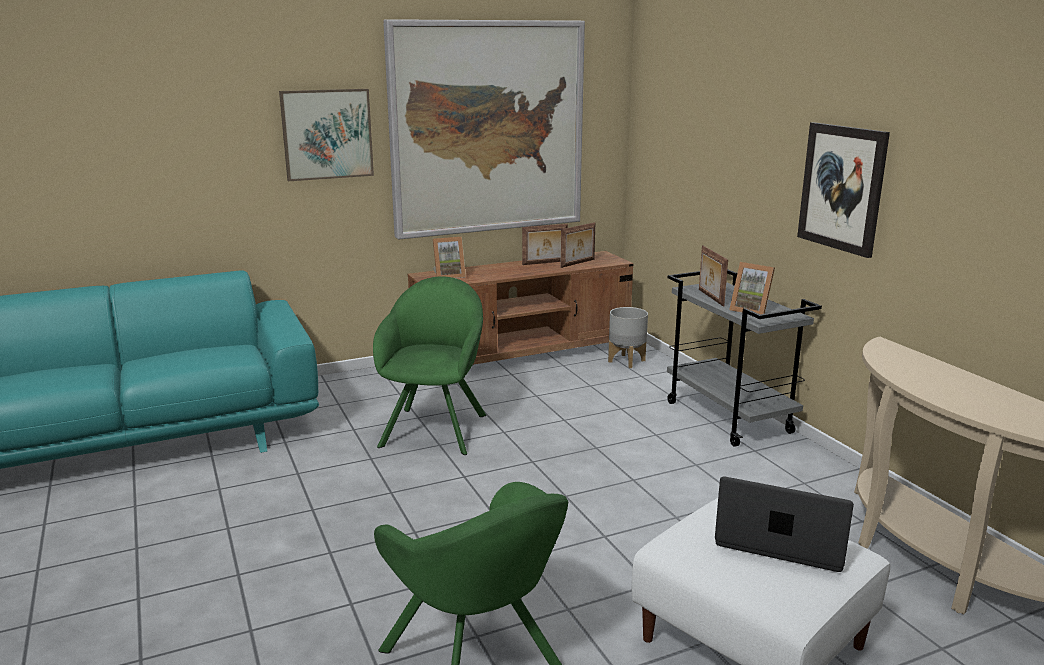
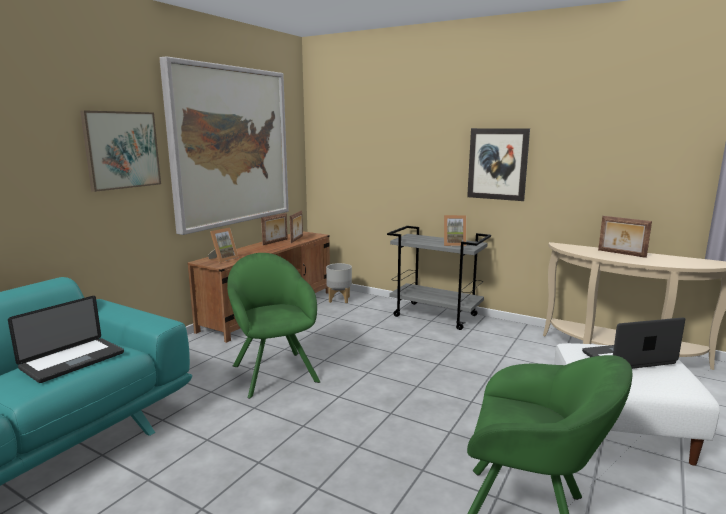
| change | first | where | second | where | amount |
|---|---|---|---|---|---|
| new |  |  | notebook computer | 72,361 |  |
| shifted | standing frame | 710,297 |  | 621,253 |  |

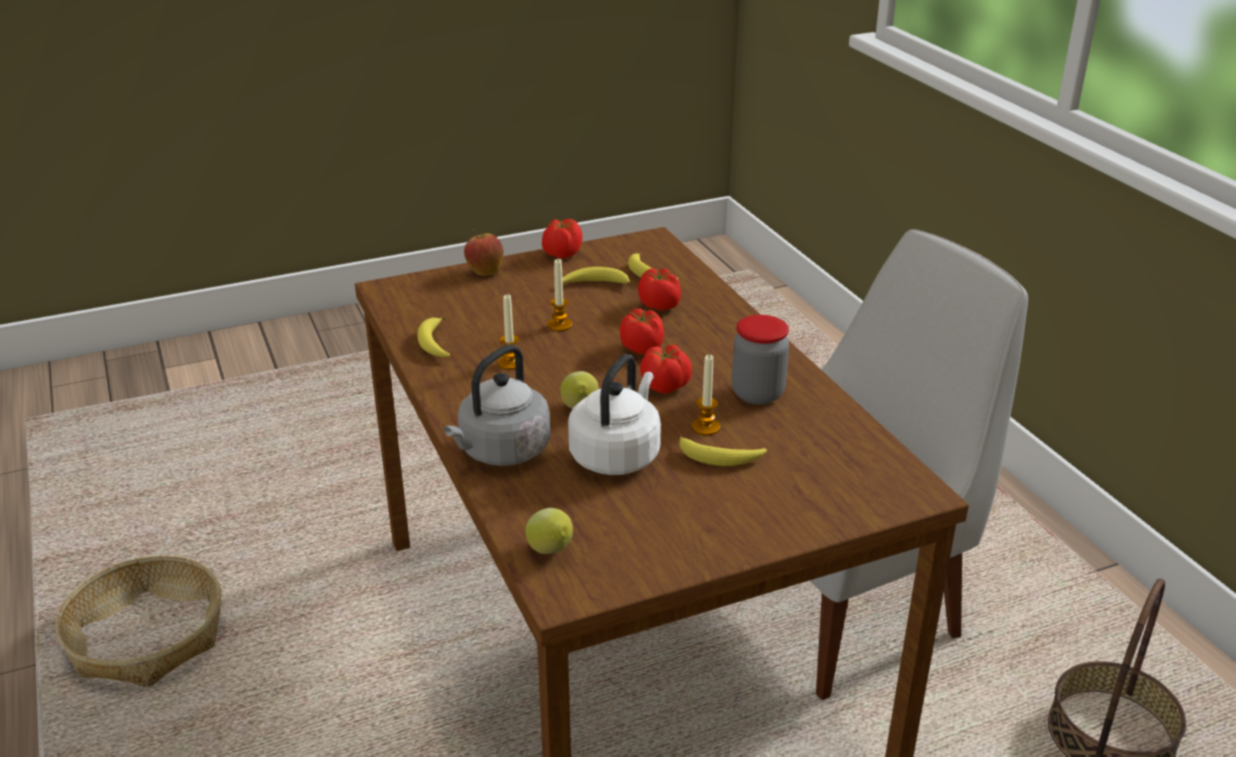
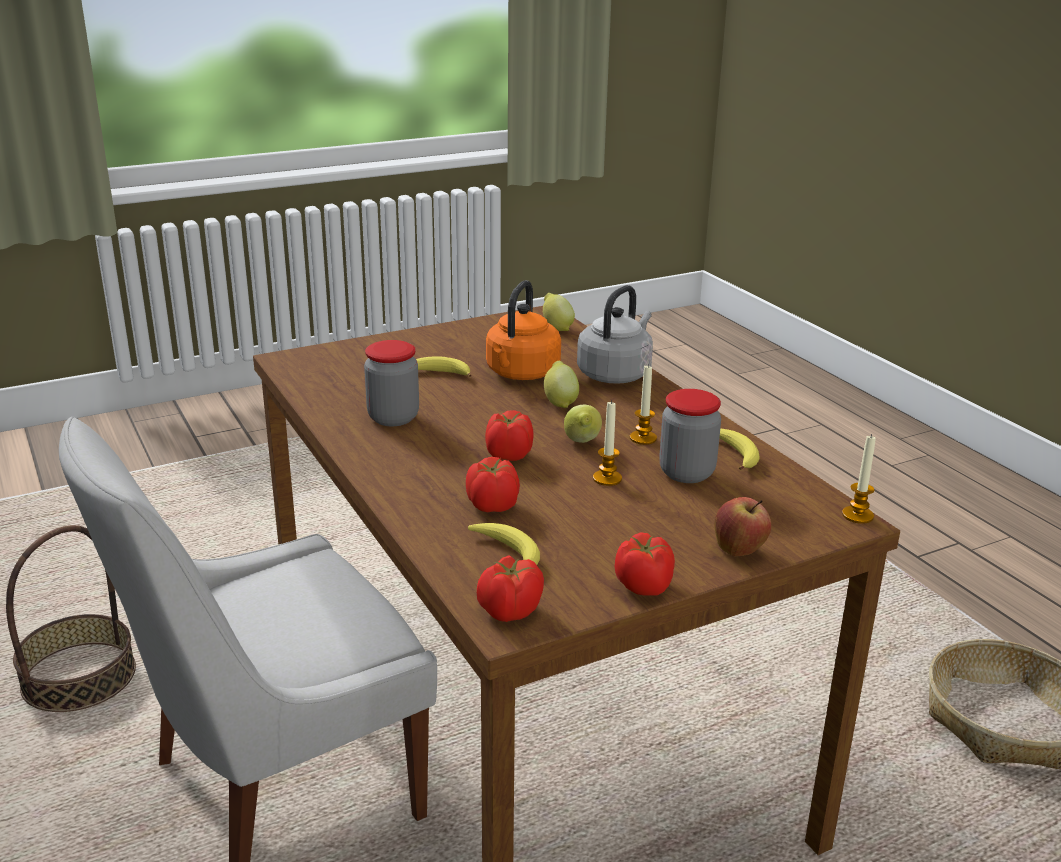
| change | first | where | second | where | amount |
|---|---|---|---|---|---|
| shifted | tomato | 666,386 |  | 509,611 |  |
| repainted | water kettle in white | 617,455 | water kettle in orange-coloured | 521,374 |  |
| new |  |  | lemon | 582,443 |  |
| new |  |  | preserve jar | 686,473 |  |
| shifted | candle | 705,427 |  | 857,515 |  |
| gone | banana | 595,284 |  |  |  |

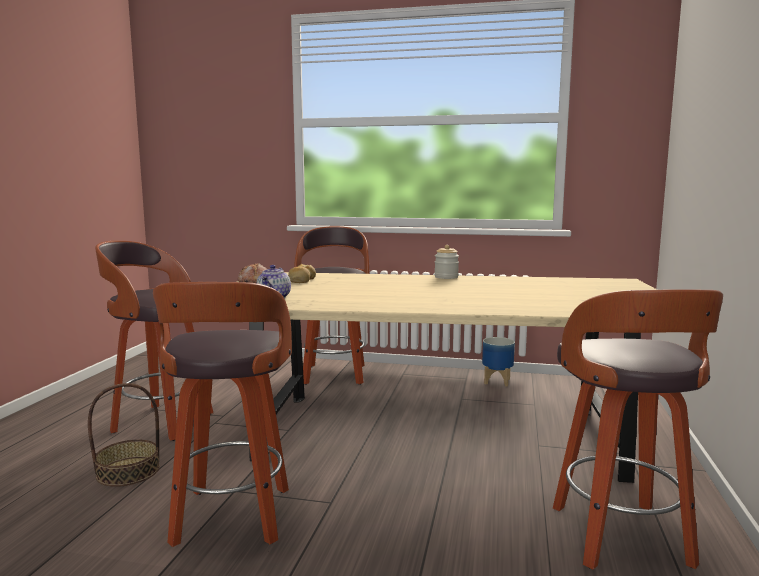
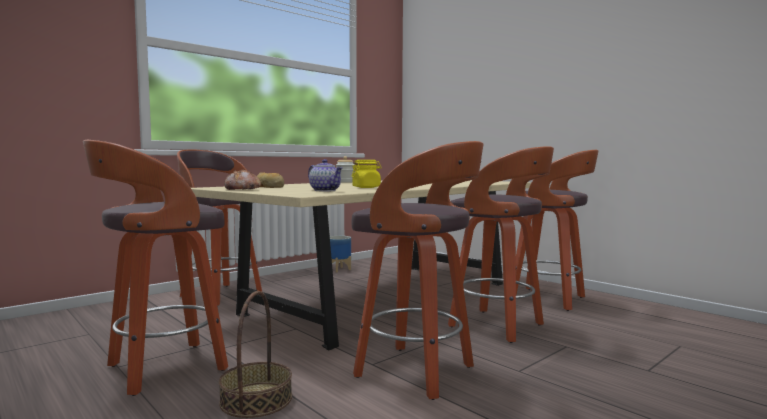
| change | first | where | second | where | amount |
|---|---|---|---|---|---|
| new |  |  | preserve jar in yellow | 366,187 |  |
| new |  |  | sitting stool | 498,326 |  |

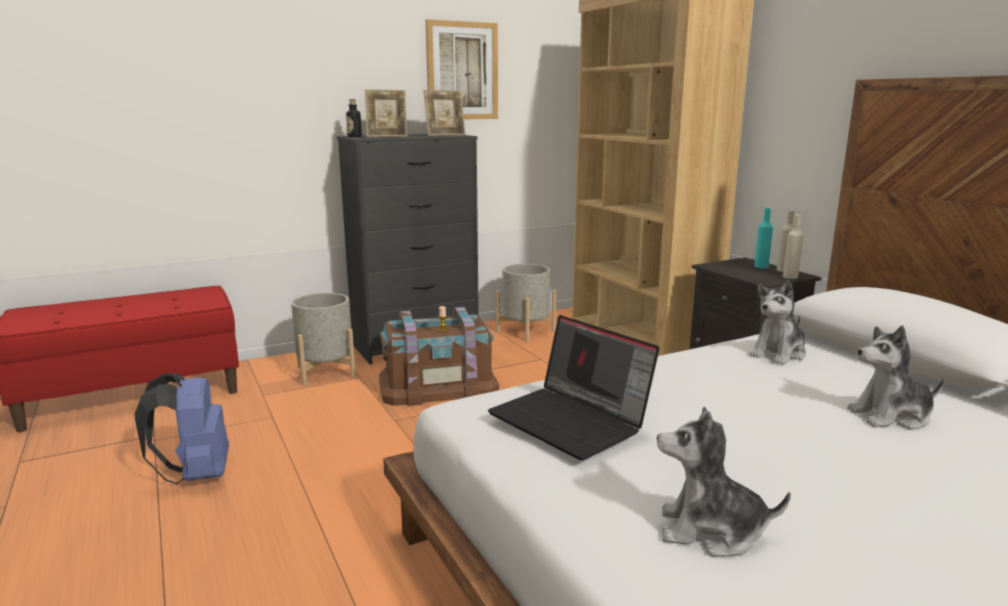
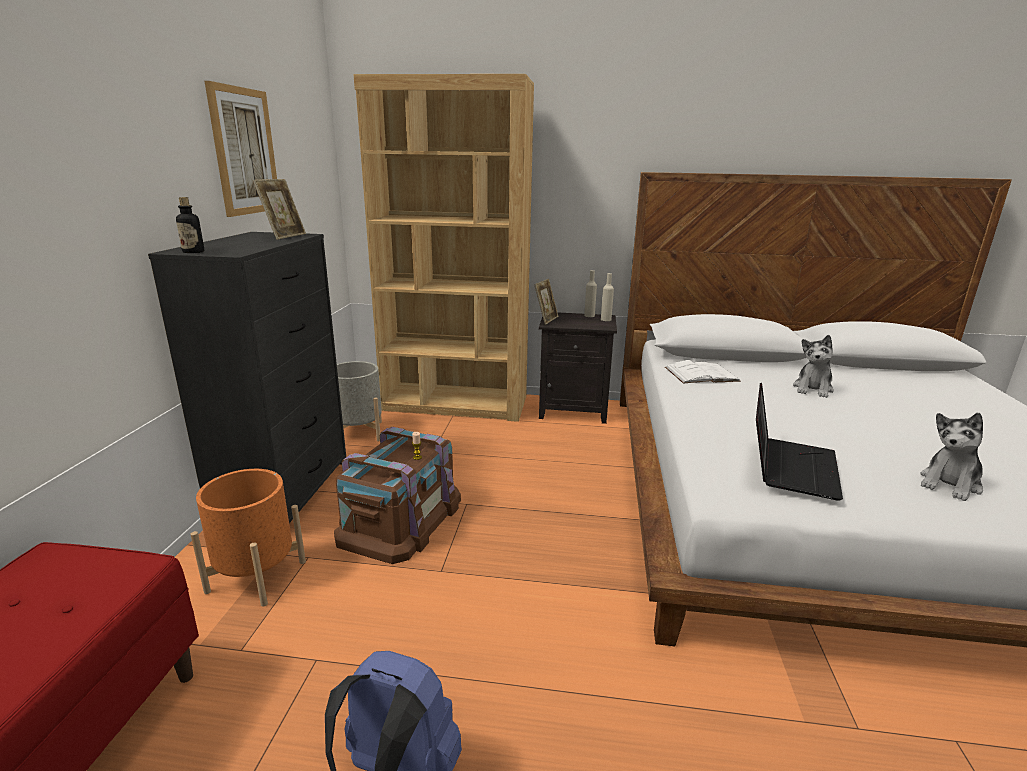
| change | first | where | second | where | amount |
|---|---|---|---|---|---|
| repainted | planter in greyish | 326,372 | planter in orange-coloured | 256,576 |  |
| shifted | standing frame | 387,136 |  | 546,320 |  |
| swapped | soft toy | 778,354 | bound book in white | 701,374 |  |
| rotated | notebook computer | 572,421 |  | 789,466 | 60 degrees counterclockwise |
| gone | drink bottle in turquoise-coloured | 761,266 |  |  |  |

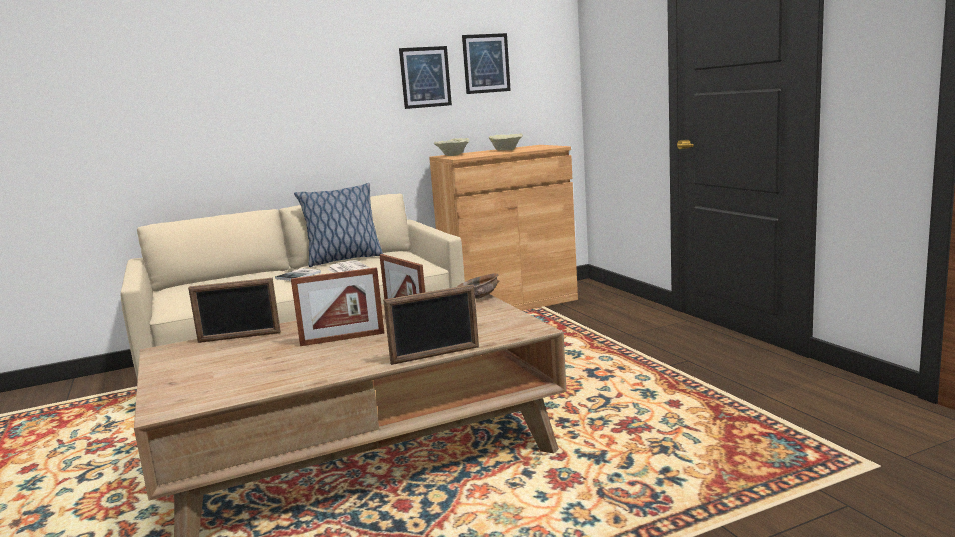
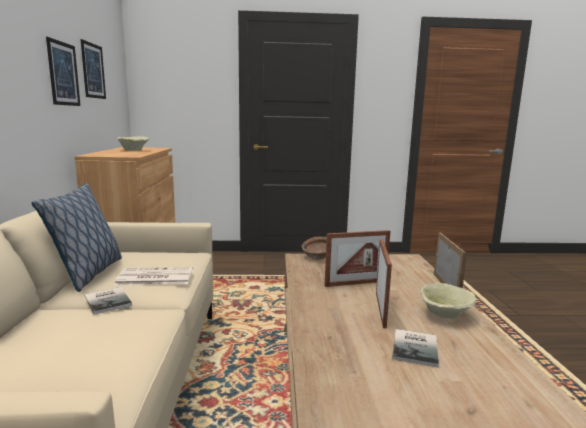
| change | first | where | second | where | amount |
|---|---|---|---|---|---|
| new |  |  | bound book | 417,348 |  |
| shifted | deep dish in sand-coloured | 452,155 |  | 445,315 |  |
| gone | standing frame | 239,337 |  |  |  |

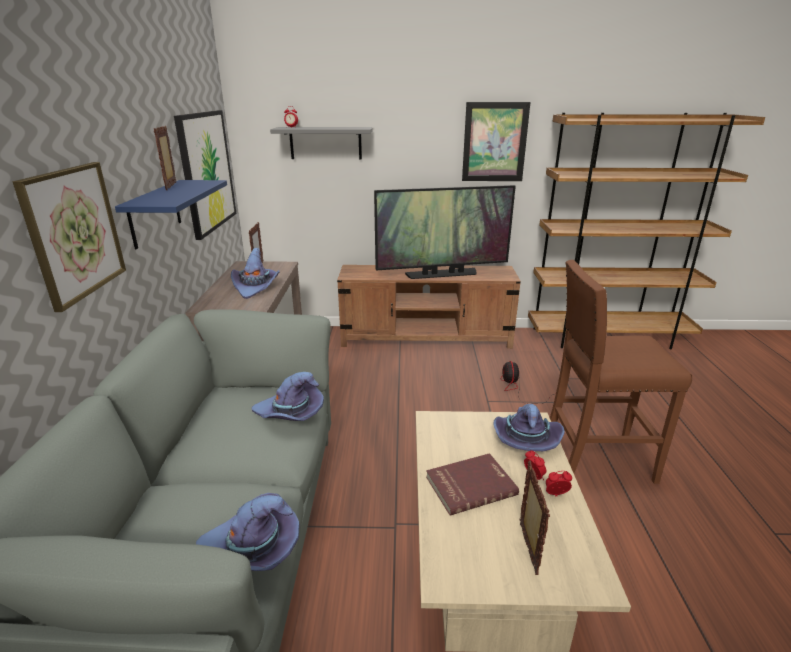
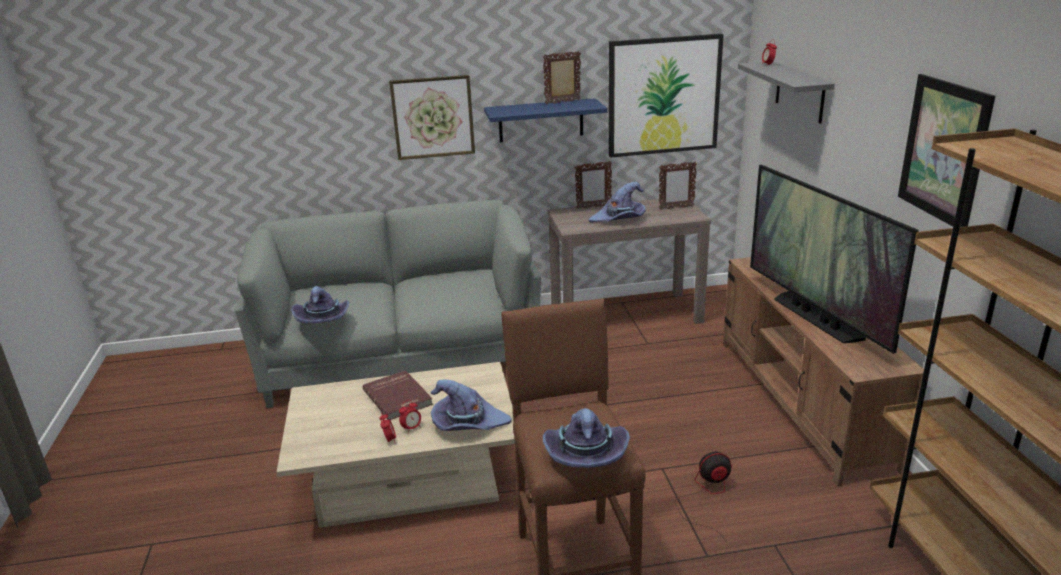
| change | first | where | second | where | amount |
|---|---|---|---|---|---|
| shifted | hat in purplish | 290,413 |  | 585,453 |  |
| shifted | standing frame | 527,548 |  | 593,207 |  |

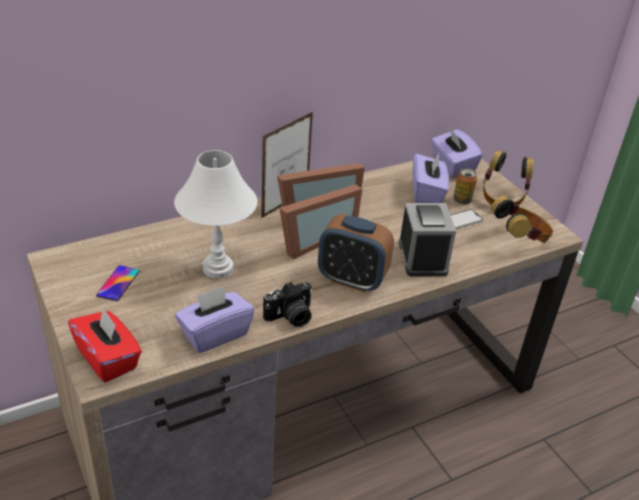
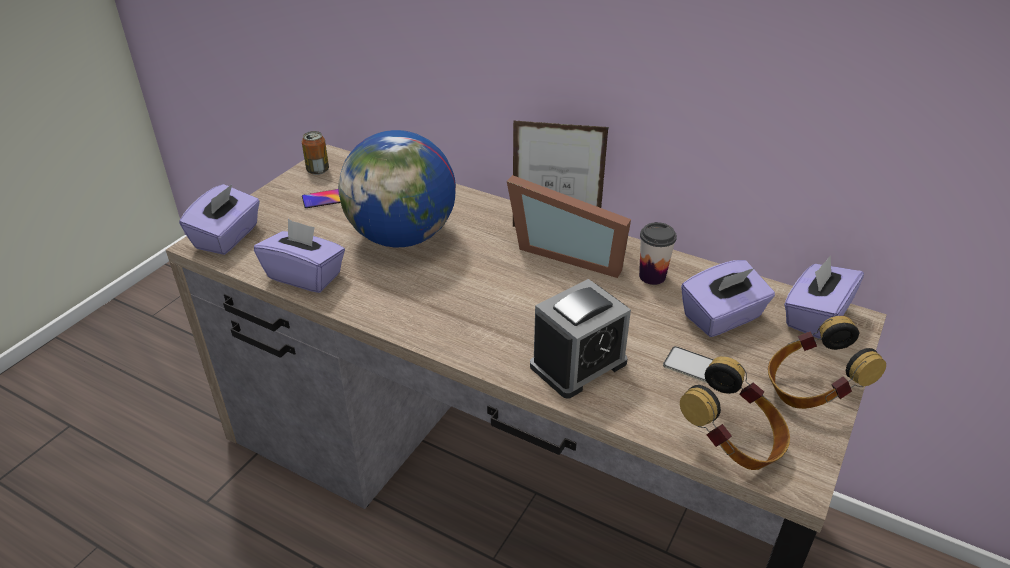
| change | first | where | second | where | amount |
|---|---|---|---|---|---|
| repainted | tissue holder in red-coloured | 108,359 | tissue holder in purplish | 227,237 |  |
| shifted | metal can | 462,200 |  | 318,170 |  |
| swapped | tabletop lamp in white | 218,269 | globe | 402,237 |  |
| new |  |  | small cup | 652,276 |  |
| gone | still camera | 290,317 |  |  |  |
| gone | standing frame | 313,238 |  |  |  |
| gone | alarm clock | 352,279 |  |  |  |

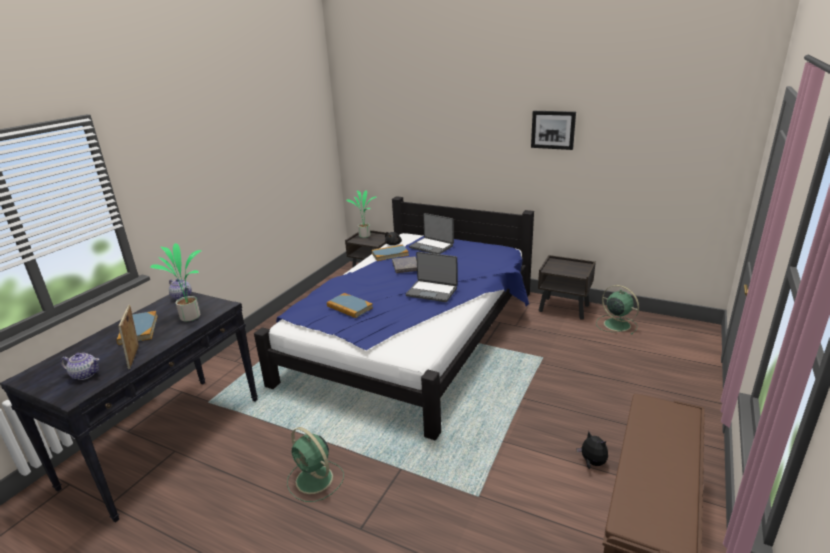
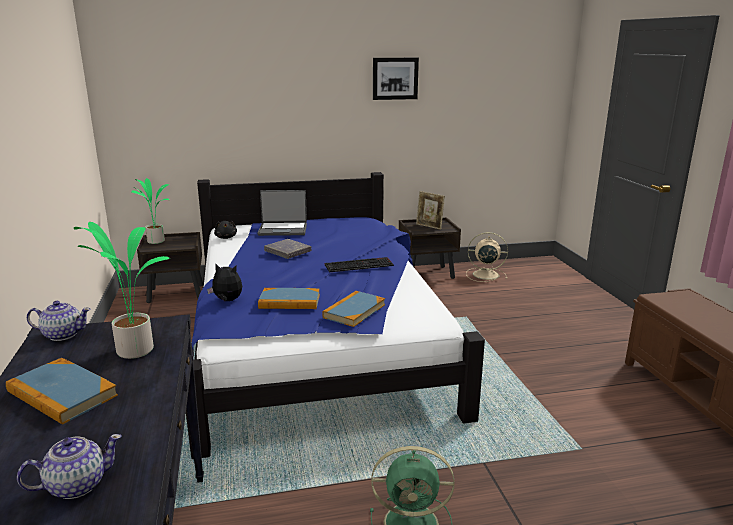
| change | first | where | second | where | amount |
|---|---|---|---|---|---|
| shifted | soft toy | 592,463 |  | 227,301 |  |
| shifted | bound book | 390,254 |  | 354,311 |  |
| swapped | notebook computer | 432,291 | keyboard | 359,265 |  |
| shifted | standing frame | 135,357 |  | 429,226 |  |
| repainted | electric fan in green-coloured | 615,324 | electric fan in sand-coloured | 484,274 |  |

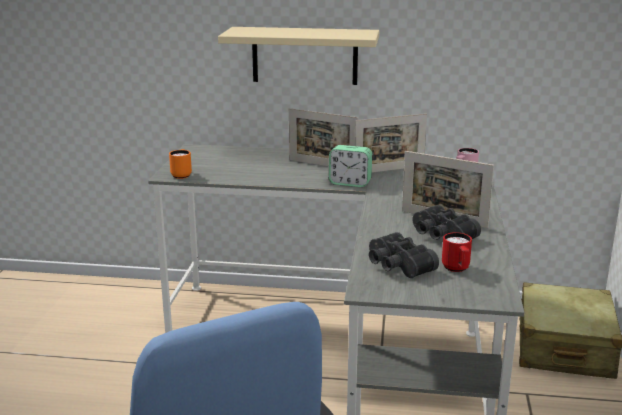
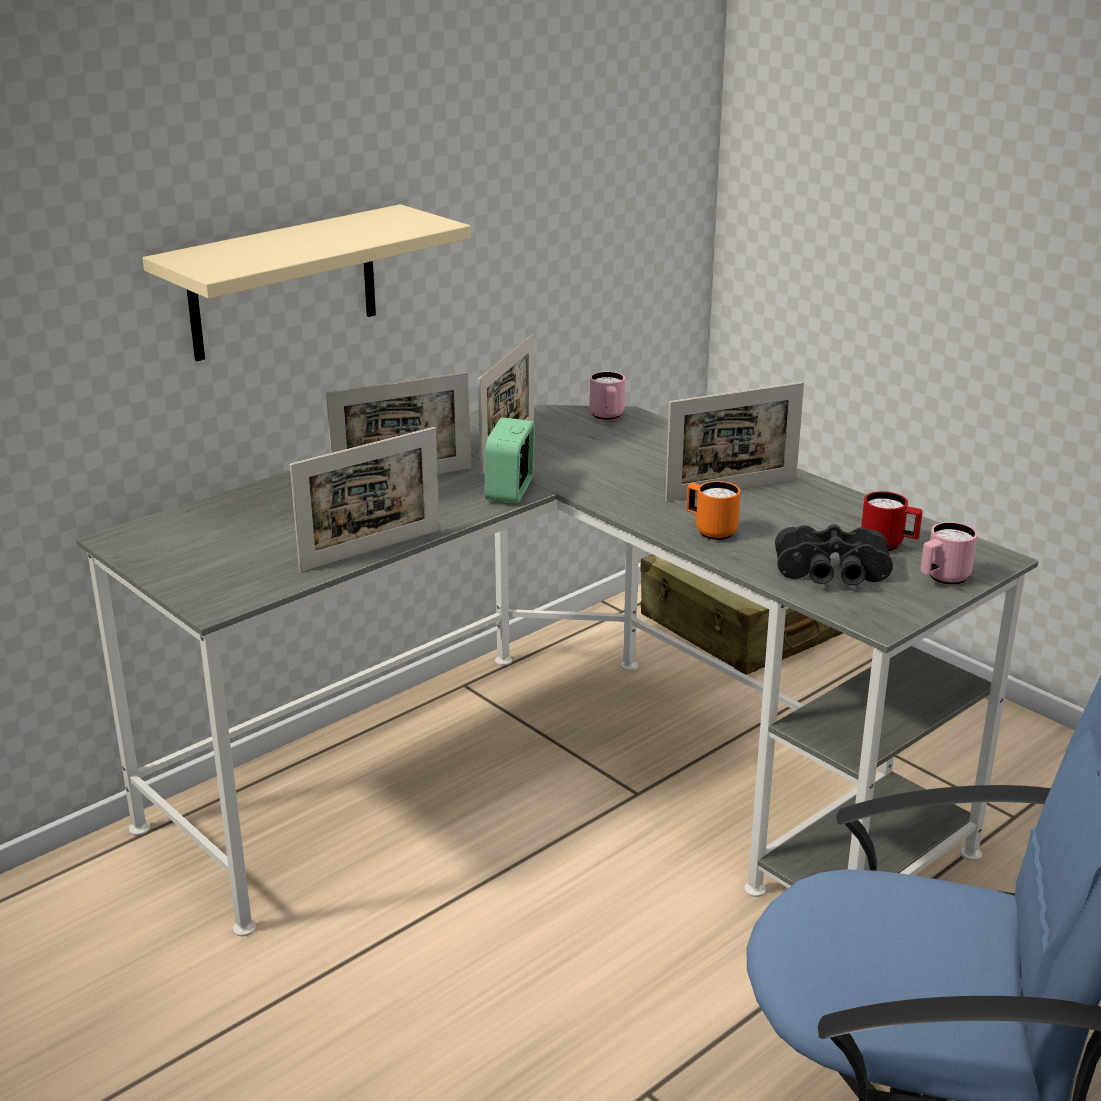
| change | first | where | second | where | amount |
|---|---|---|---|---|---|
| new |  |  | standing frame | 371,550 |  |
| rotated | alarm clock | 350,183 |  | 510,491 | 135 degrees clockwise |
| shifted | mug in orange-coloured | 182,174 |  | 710,531 |  |
| new |  |  | mug in pinkish | 942,579 |  |
| gone | field glasses in blackish | 440,235 |  |  |  |

